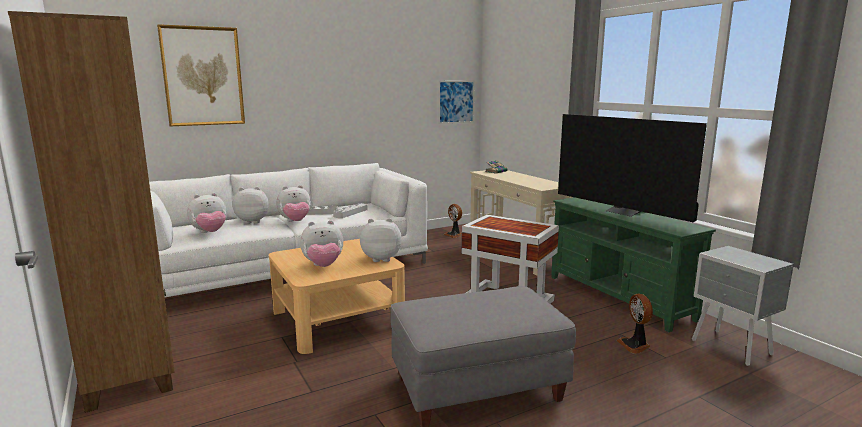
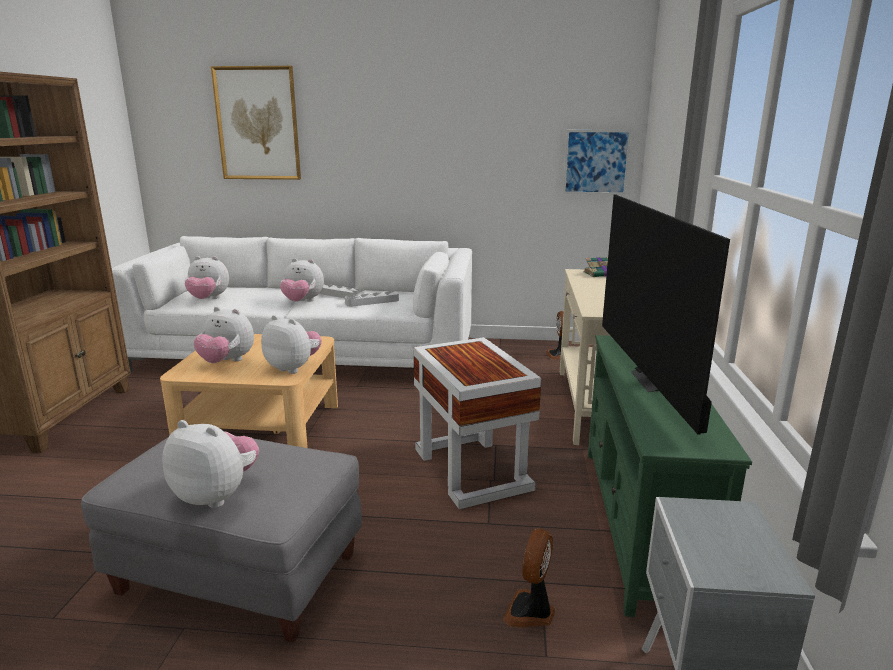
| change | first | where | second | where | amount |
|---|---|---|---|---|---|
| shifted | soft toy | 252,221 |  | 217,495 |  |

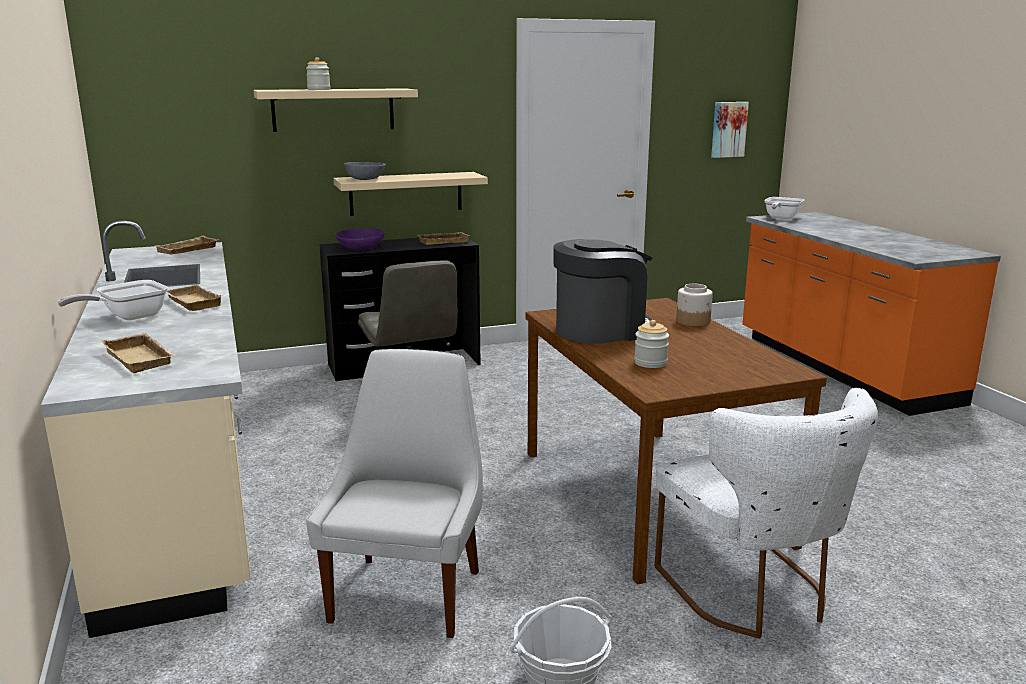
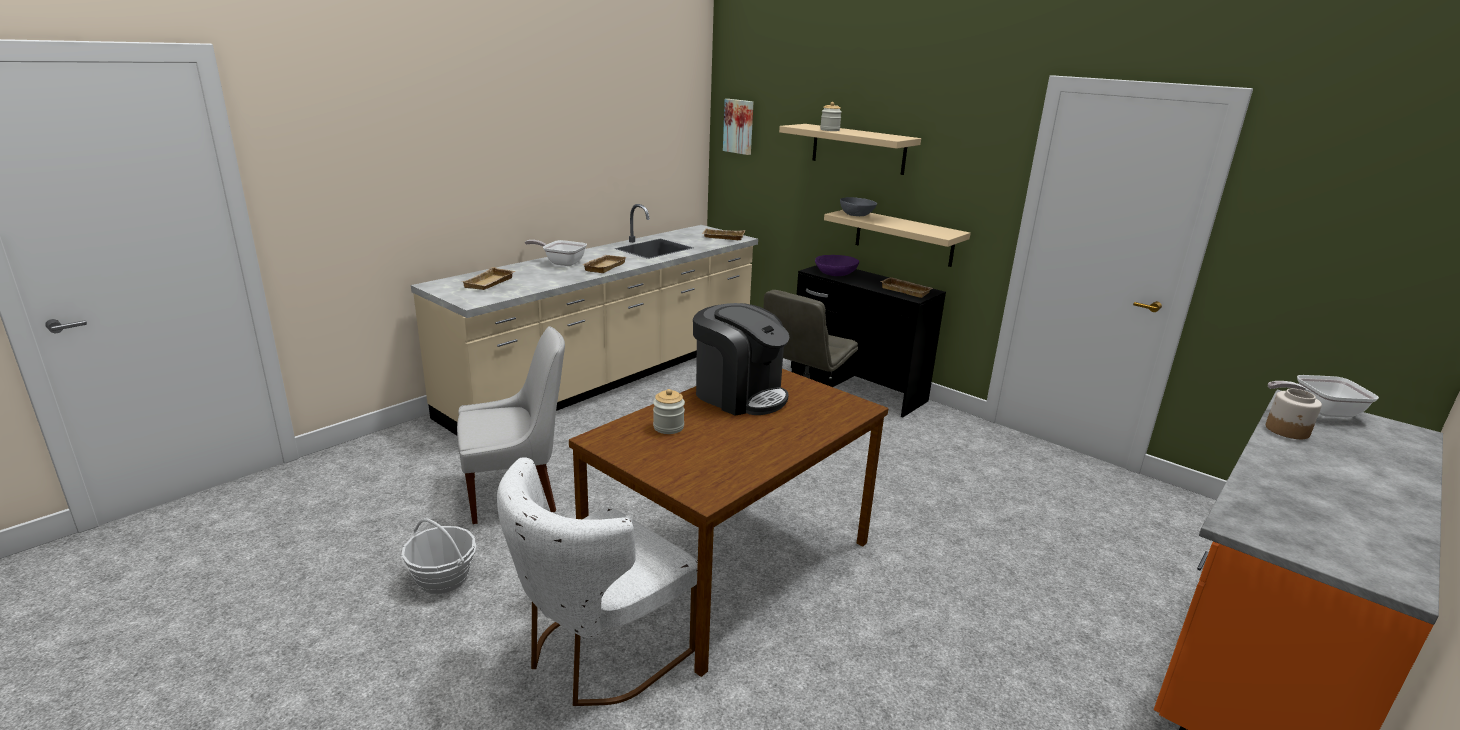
| change | first | where | second | where | amount |
|---|---|---|---|---|---|
| shifted | picture | 728,129 |  | 739,126 |  |
| shifted | preserve jar | 693,321 |  | 1287,431 |  |

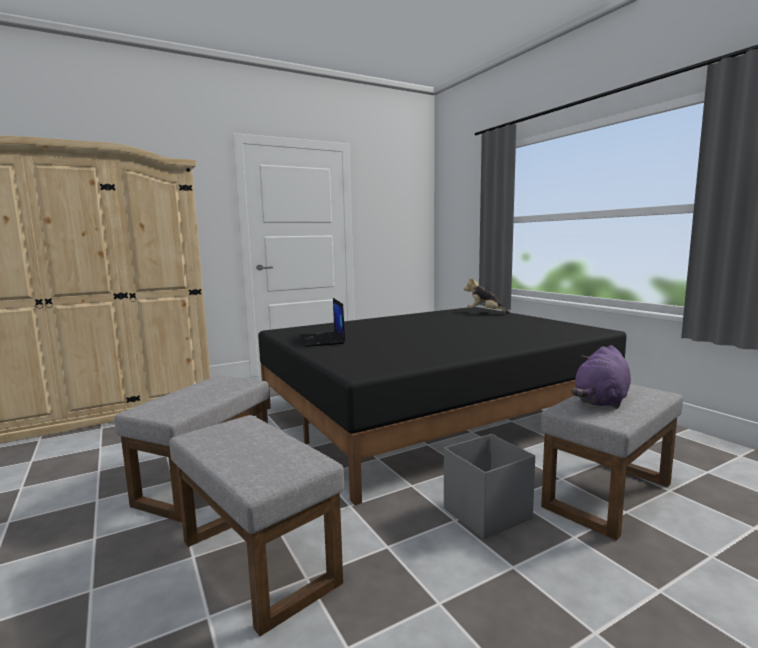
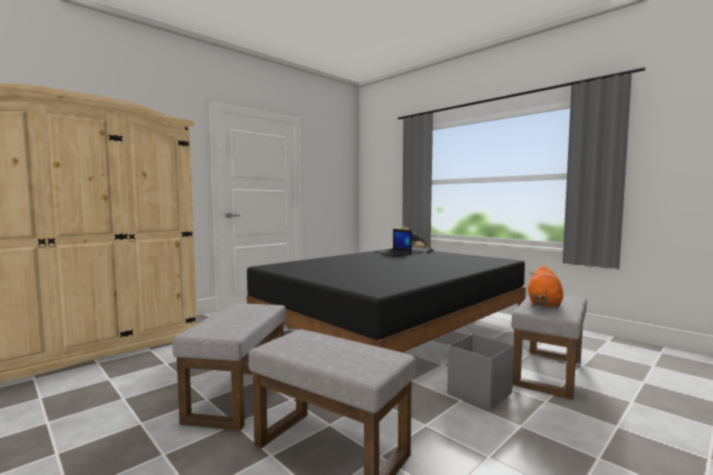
| change | first | where | second | where | amount |
|---|---|---|---|---|---|
| shifted | notebook computer | 322,340 |  | 394,253 |  |
| repainted | soft toy in purplish | 601,401 | soft toy in orange-coloured | 544,304 |  |

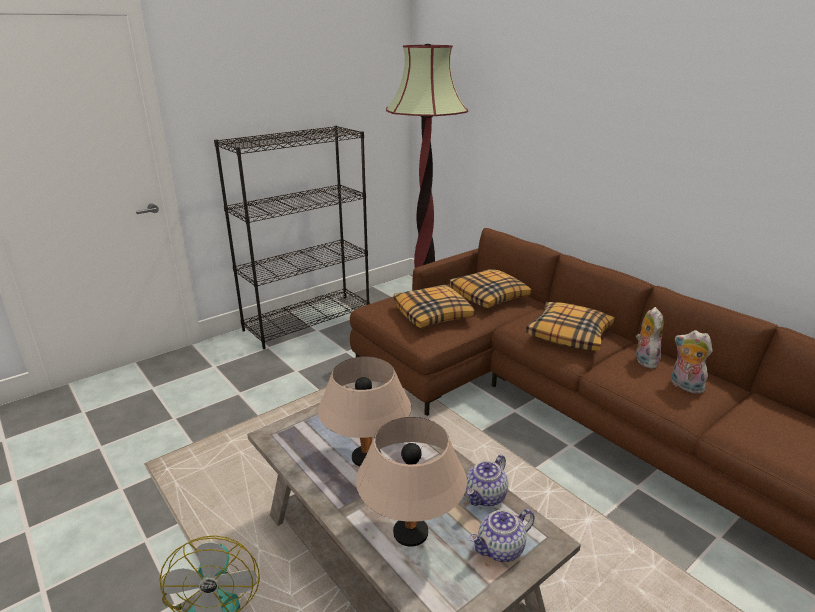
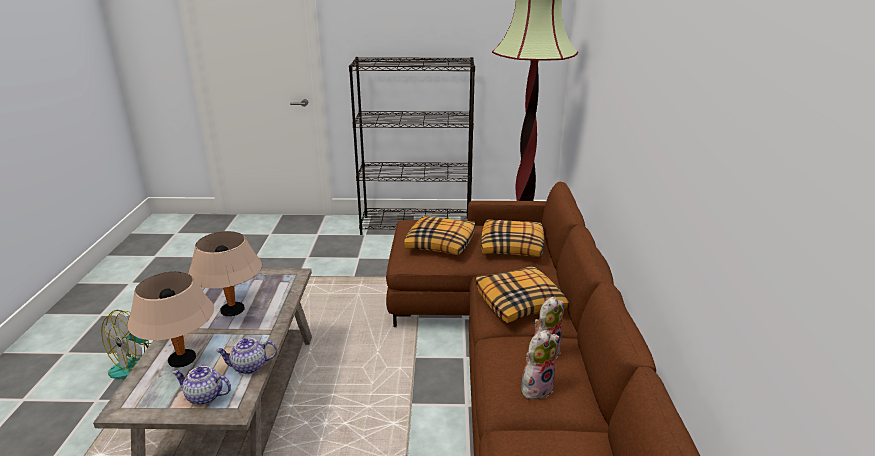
| change | first | where | second | where | amount |
|---|---|---|---|---|---|
| rotated | soft toy | 684,386 |  | 536,387 | 60 degrees clockwise |

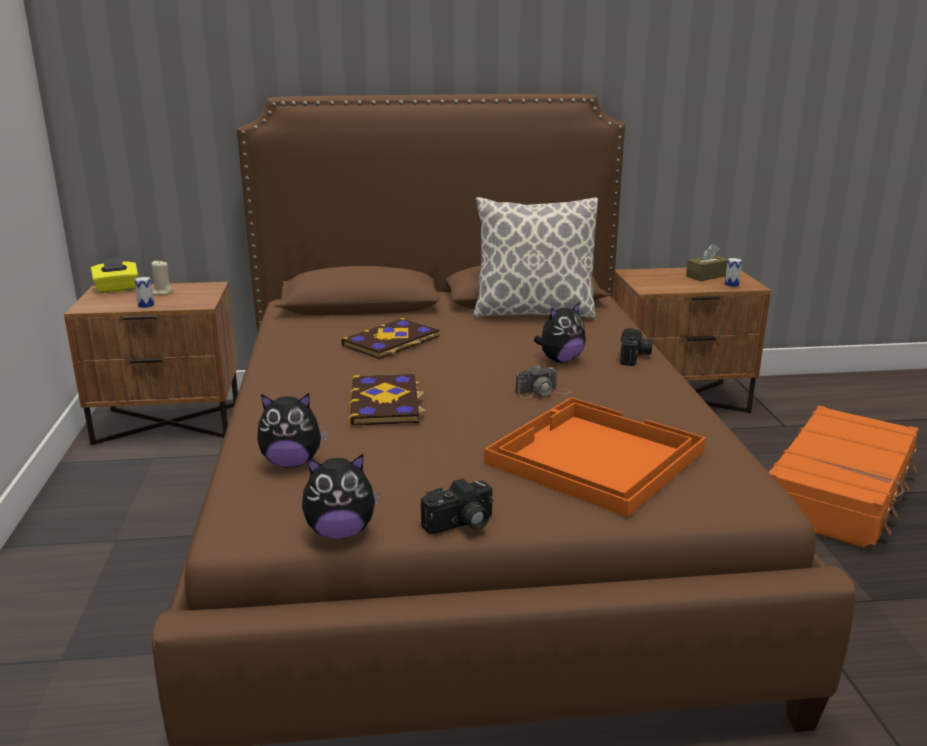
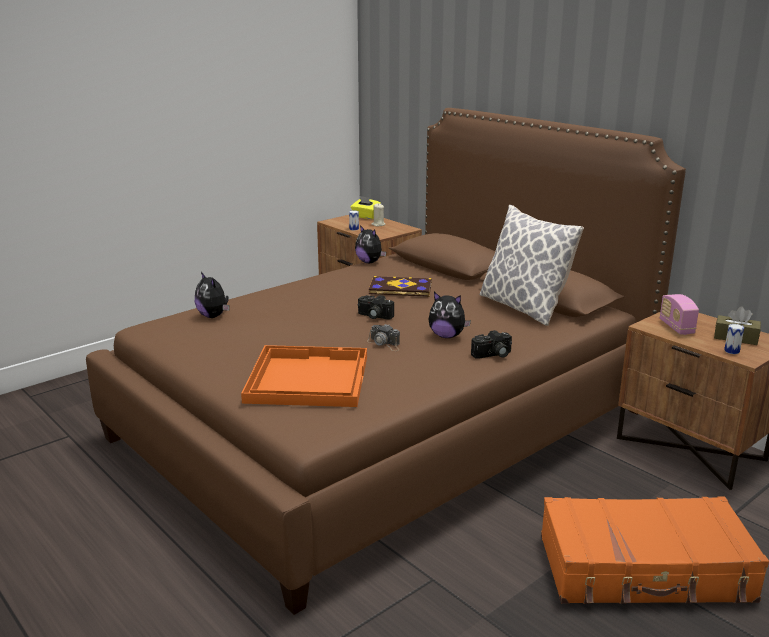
| change | first | where | second | where | amount |
|---|---|---|---|---|---|
| shifted | soft toy | 340,532 |  | 370,262 |  |
| shifted | still camera | 461,524 |  | 374,316 |  |
| new |  |  | radio | 676,327 |  |
| gone | bound book | 386,402 |  |  |  |

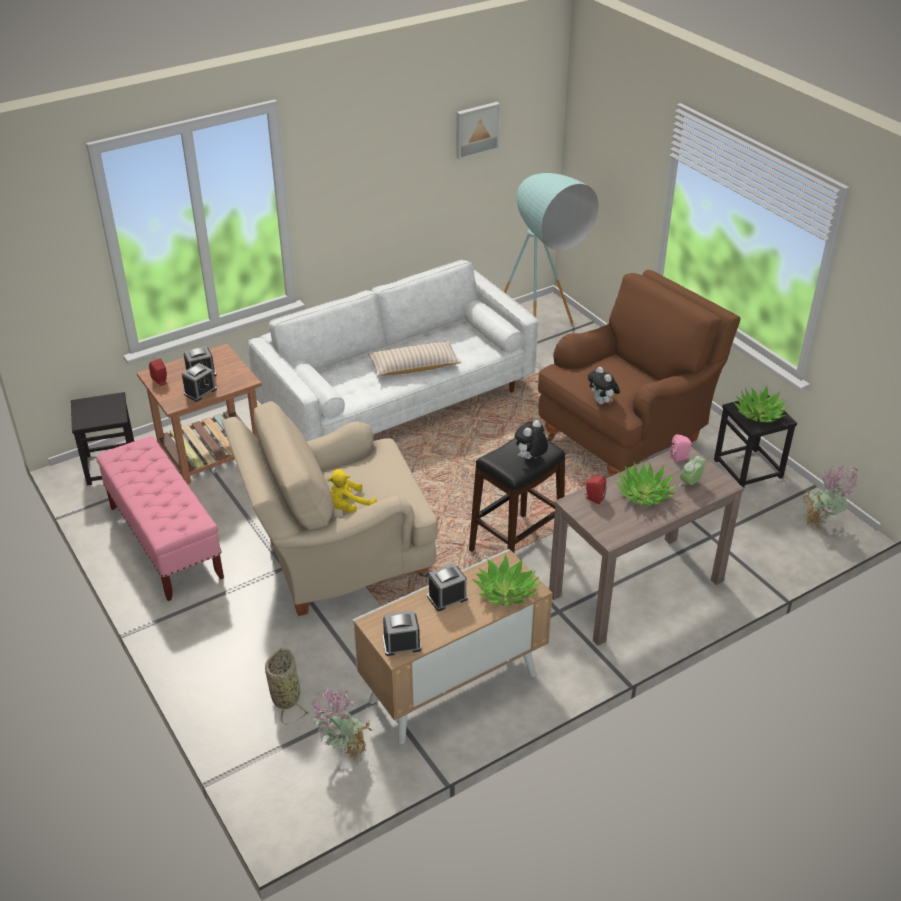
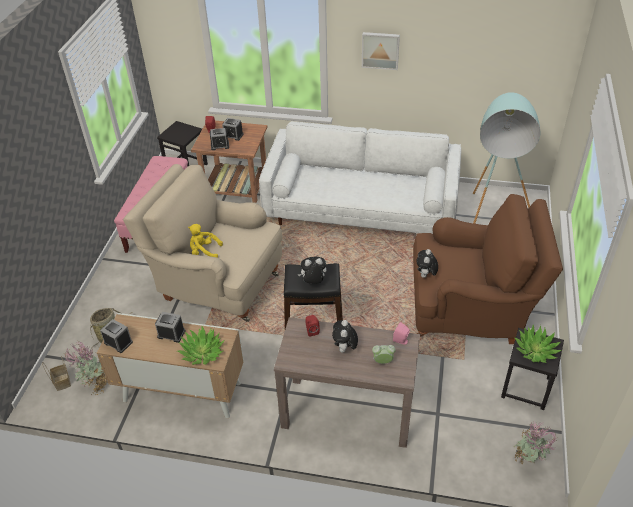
| change | first | where | second | where | amount |
|---|---|---|---|---|---|
| new |  |  | basket | 62,381 |  |
| swapped | potted plant | 644,494 | soft toy | 345,349 |  |
| shifted | picture | 476,129 |  | 380,50 |  |
| gone | pillow in sand-coloured | 414,366 |  |  |  |

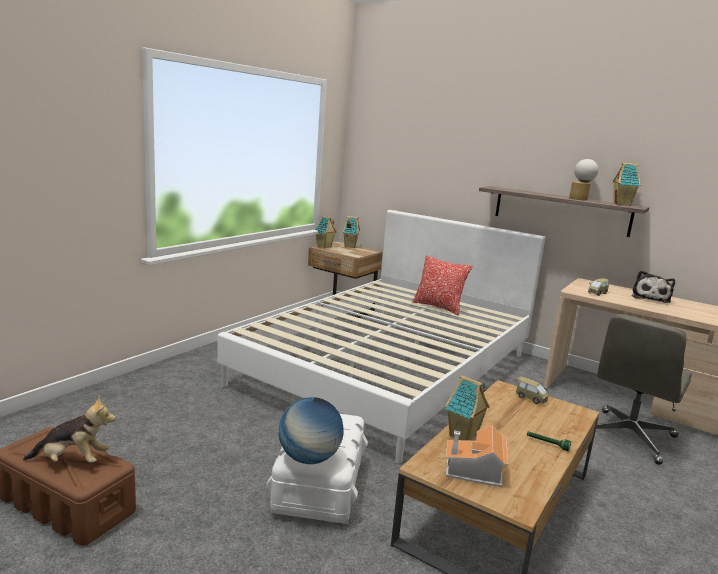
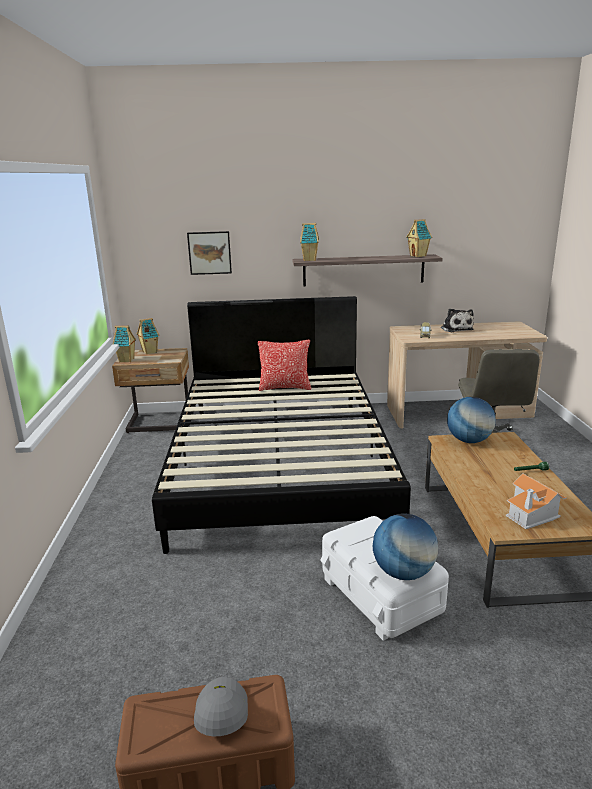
| change | first | where | second | where | amount |
|---|---|---|---|---|---|
| repainted | bed in white | 389,369 | bed in blackish | 280,462 |  |
| new |  |  | picture | 209,253 |  |
| swapped | soft toy | 72,460 | peaked cap in greyish | 220,713 |  |
| shifted | toy house | 463,436 |  | 310,260 |  |
| swapped | toy car | 531,398 | globe | 469,440 |  |
| gone | tabletop lamp | 580,199 |  |  |  |

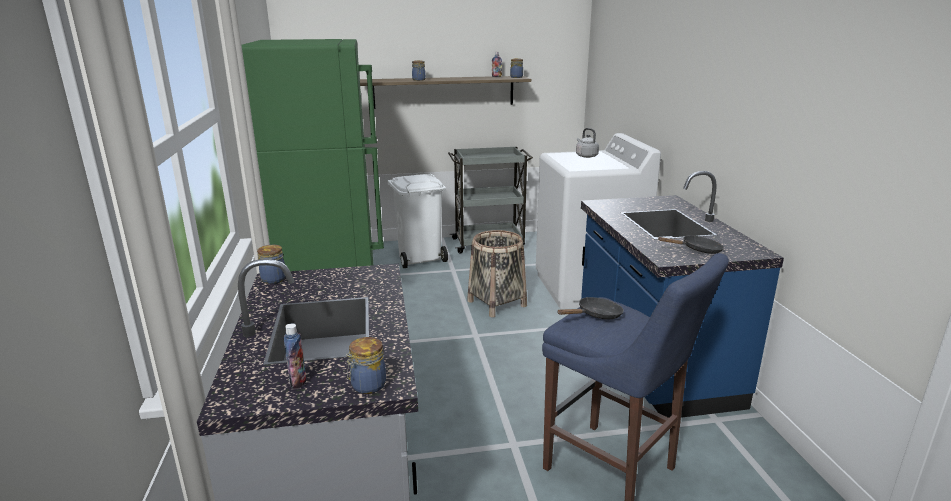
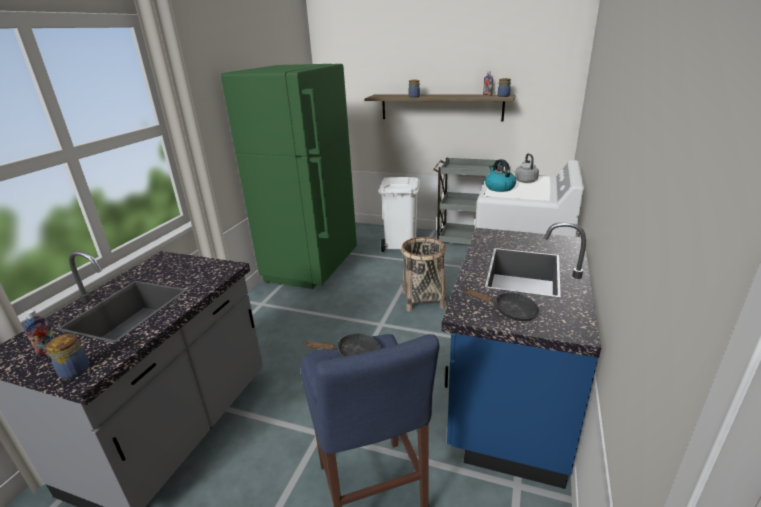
| change | first | where | second | where | amount |
|---|---|---|---|---|---|
| new |  |  | water kettle | 499,187 |  |
| gone | preserve jar | 274,279 |  |  |  |

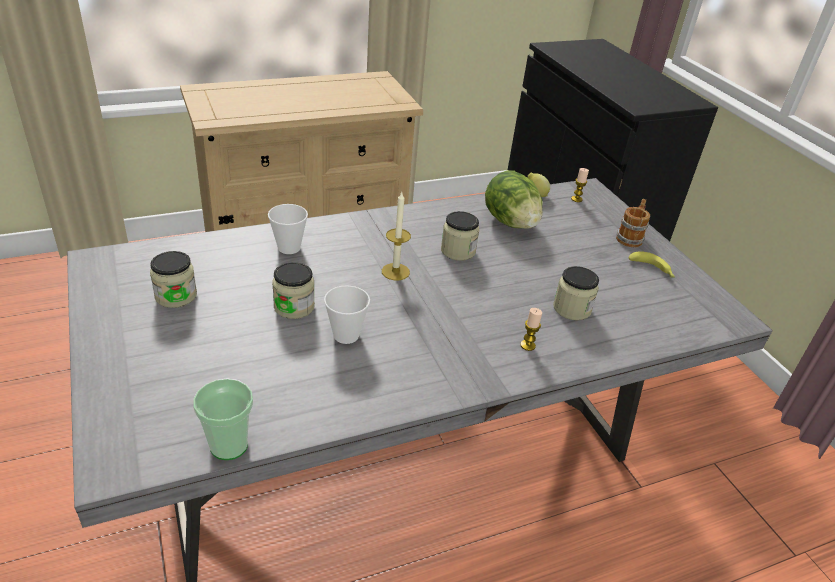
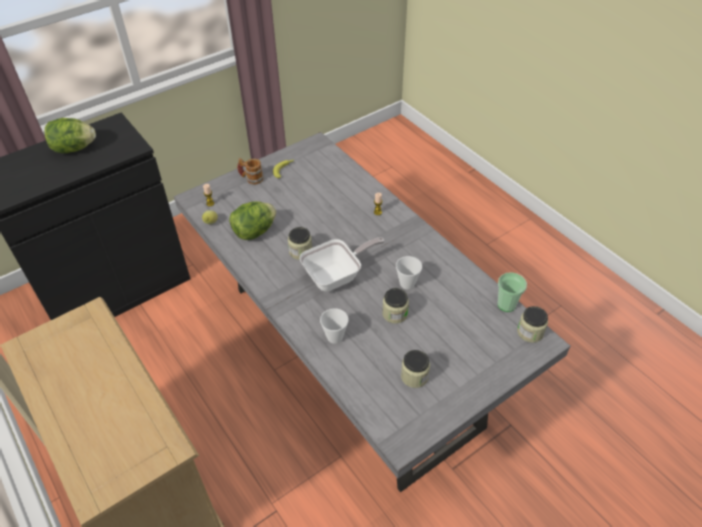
| change | first | where | second | where | amount |
|---|---|---|---|---|---|
| new |  |  | lettuce | 74,149 |  |
| swapped | candle | 395,271 | pan | 337,276 |  |
| shifted | preserve jar | 572,308 |  | 530,332 |  |

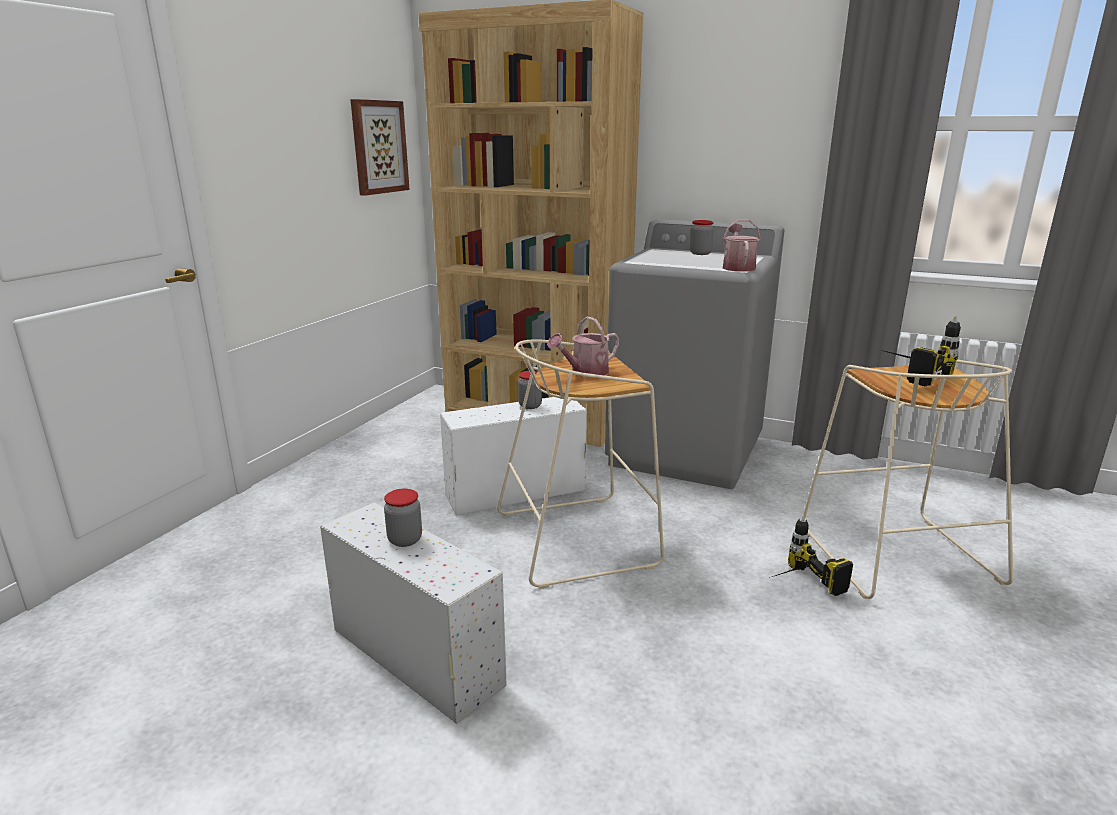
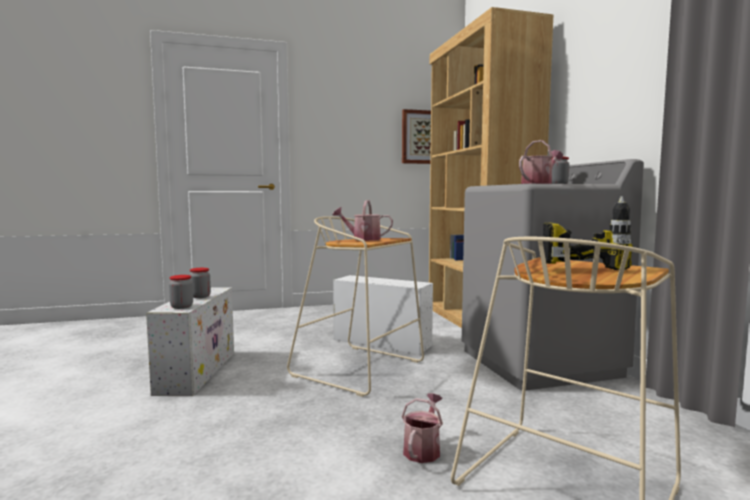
| change | first | where | second | where | amount |
|---|---|---|---|---|---|
| shifted | preserve jar | 530,406 |  | 181,307 |  |
| swapped | power drill | 796,586 | sprinkling can | 423,449 |  |

